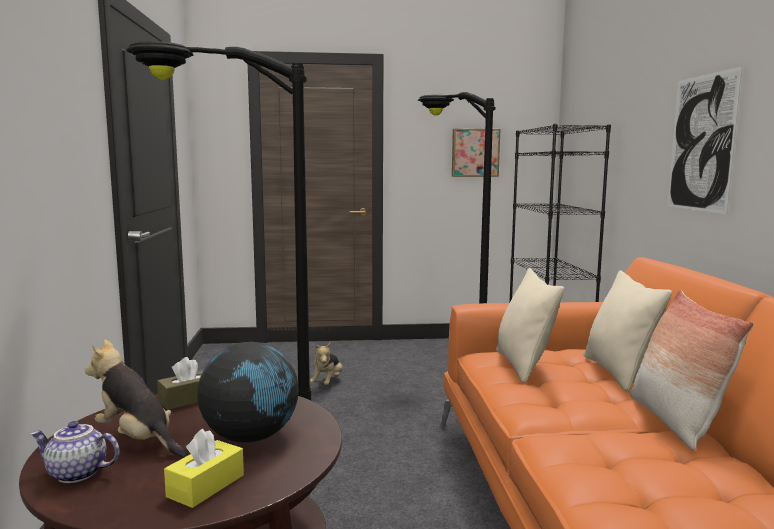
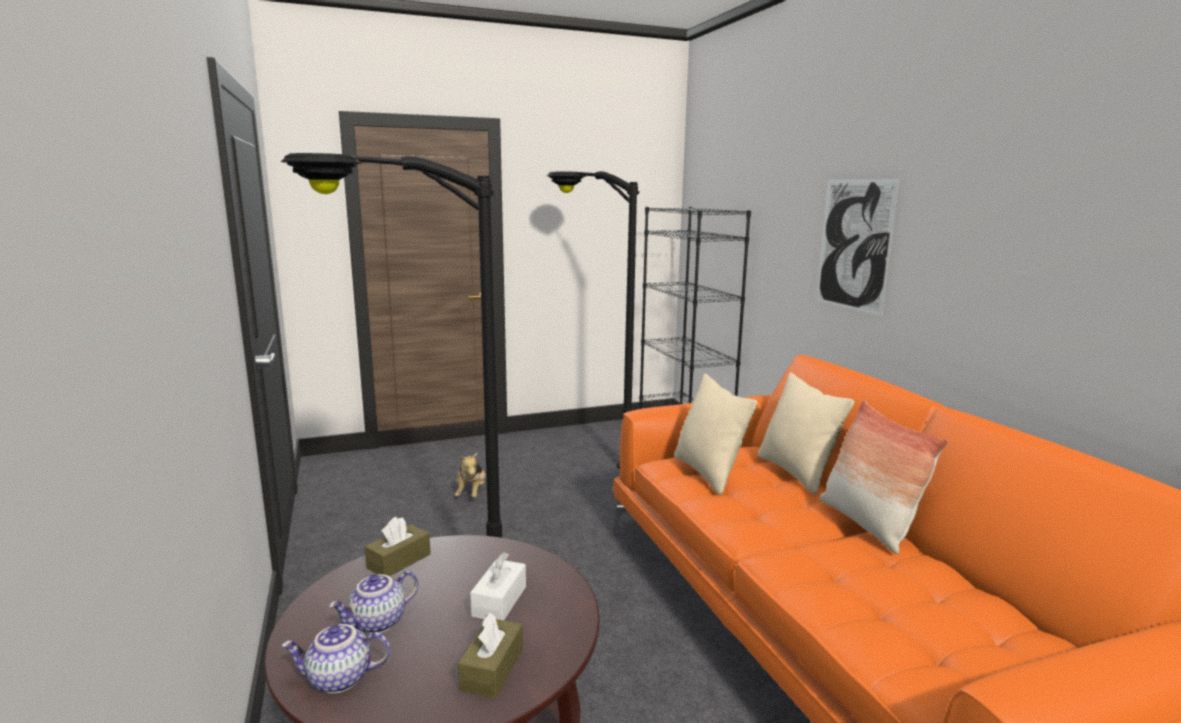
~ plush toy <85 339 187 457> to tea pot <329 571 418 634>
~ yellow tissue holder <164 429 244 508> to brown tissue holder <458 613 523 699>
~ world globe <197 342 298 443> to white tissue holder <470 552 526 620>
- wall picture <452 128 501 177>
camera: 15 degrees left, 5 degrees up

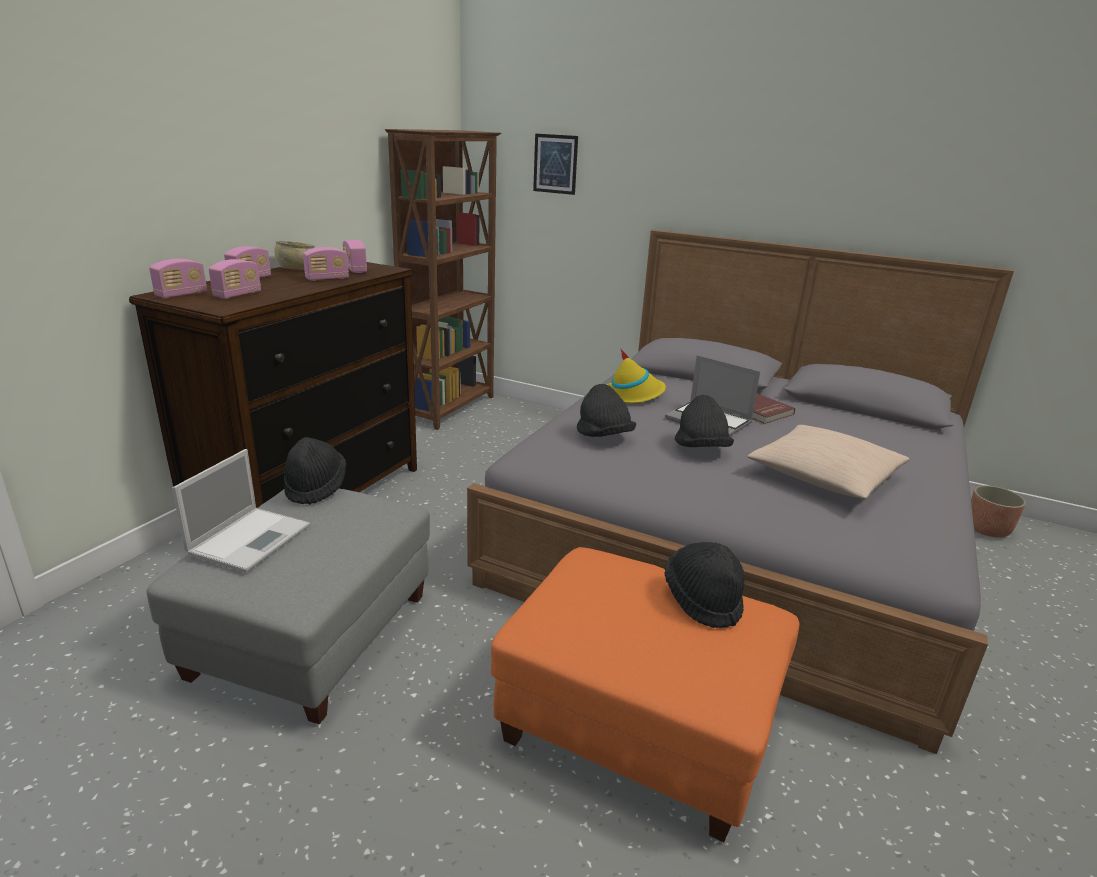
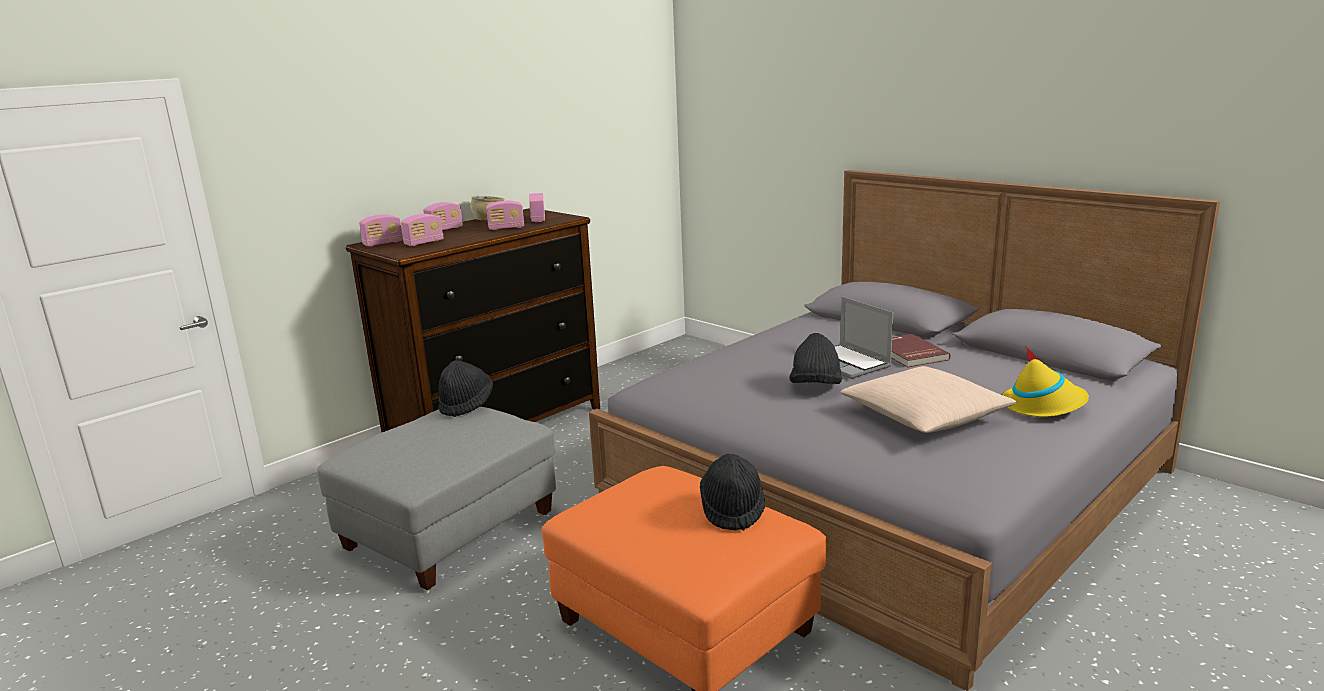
~ yellow wearable hat <607 348 666 403> to <1002 346 1089 417>
- portable computer <172 449 310 573>
- brown bookcase <385 129 502 430>
- wall picture <533 134 578 195>
- black wearable hat <577 384 636 437>
- flower pot <971 485 1026 538>
camera: 20 degrees right, 5 degrees down

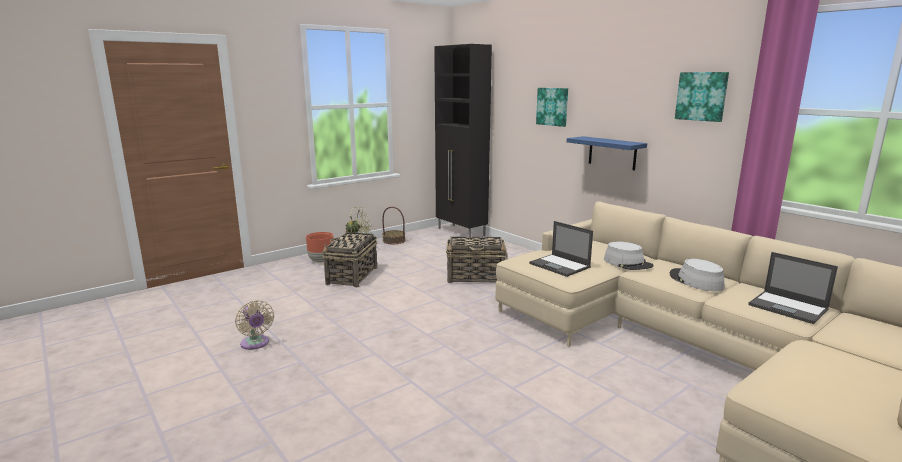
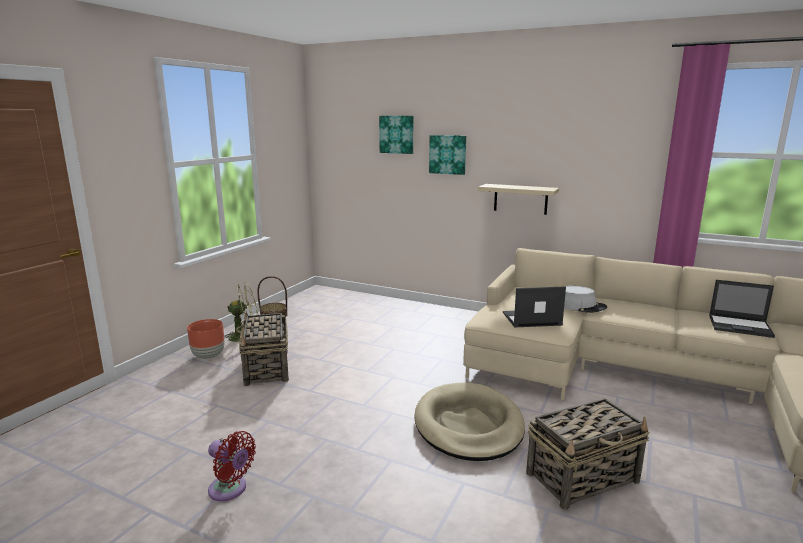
~ beige-coloured electric fan <235 300 274 350> to red electric fan <208 431 256 501>
~ wall picture <675 72 729 122> to <379 116 413 154>
+ beige-coloured pet bed <414 382 525 461>
~ blue-coloured bracket shelf <567 136 647 171> to beige-coloured bracket shelf <478 184 559 215>
~ portable computer <529 221 593 277> = <503 287 566 327> 150 degrees clockwise
~ storage basket <446 237 507 283> to <526 398 650 510>
- black storage cabinet <434 44 492 237>
- greyish wearable hat <670 259 724 291>
camera: 25 degrees left, 0 degrees up

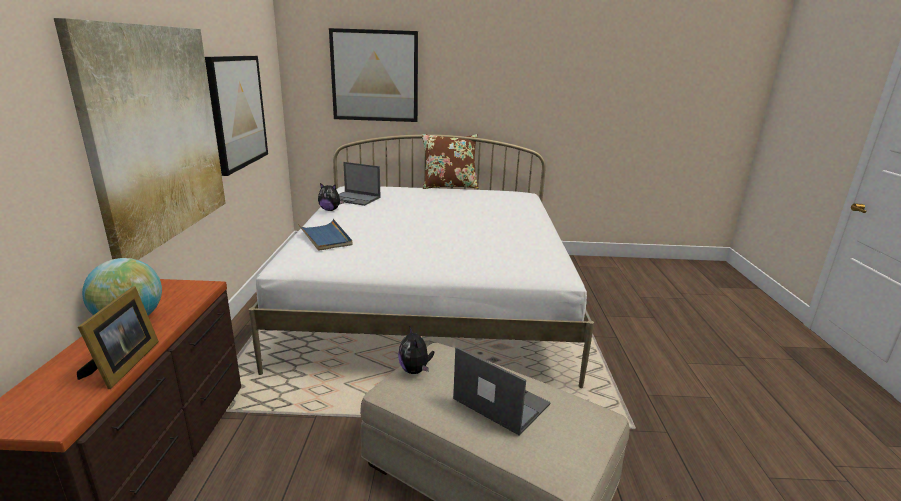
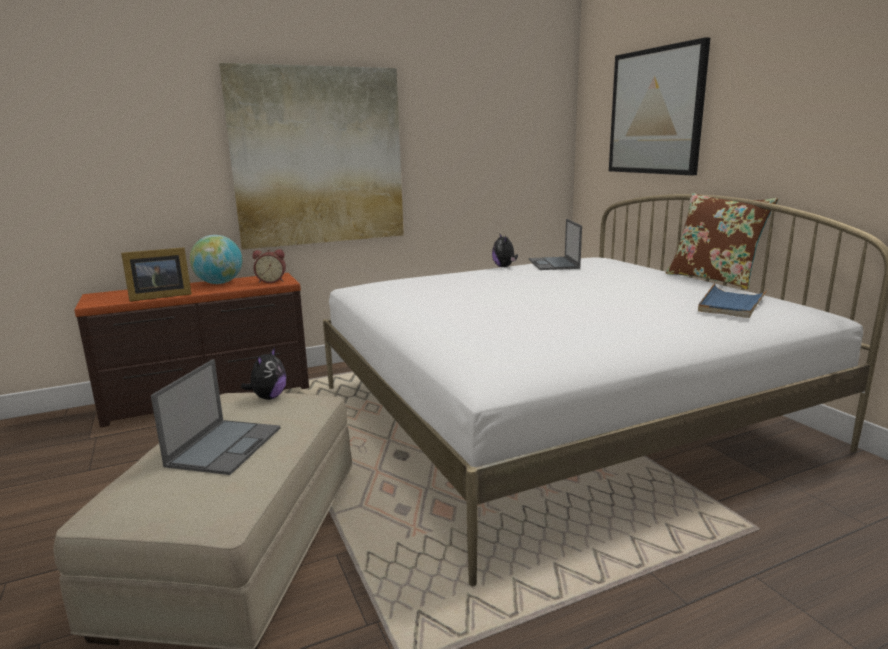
~ plush toy <398 326 434 374> = <241 347 287 400> 150 degrees clockwise
+ table clock <253 249 286 283>
~ blue-coloured tray <298 219 352 251> to <698 283 768 318>
- wall picture <205 56 268 176>
camera: 65 degrees right, 5 degrees down

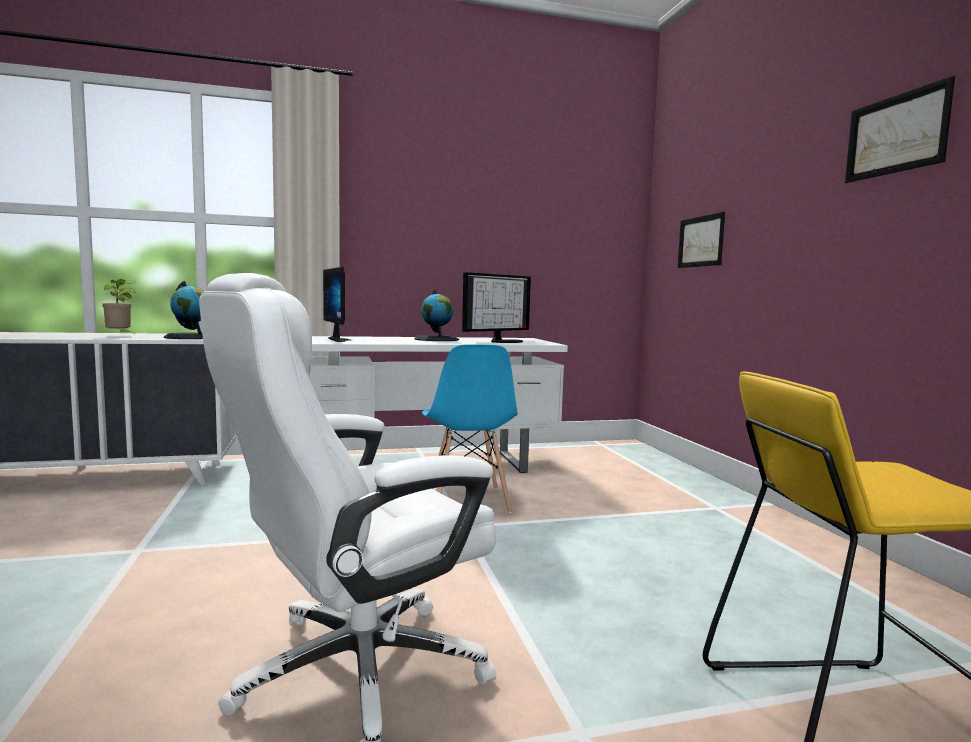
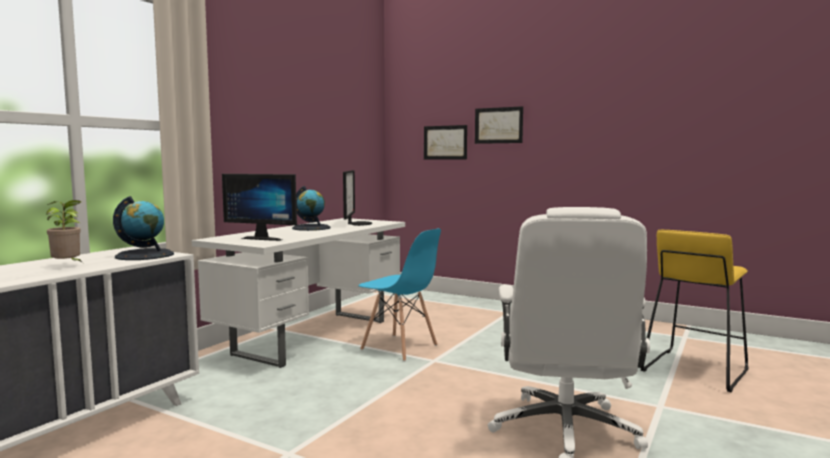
~ wall picture <845 76 955 183> to <475 106 523 144>
camera: 45 degrees left, 0 degrees up

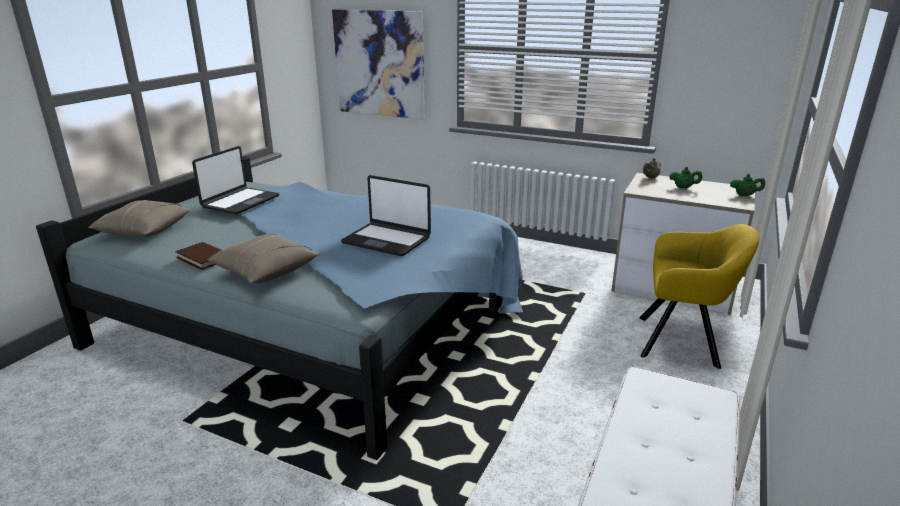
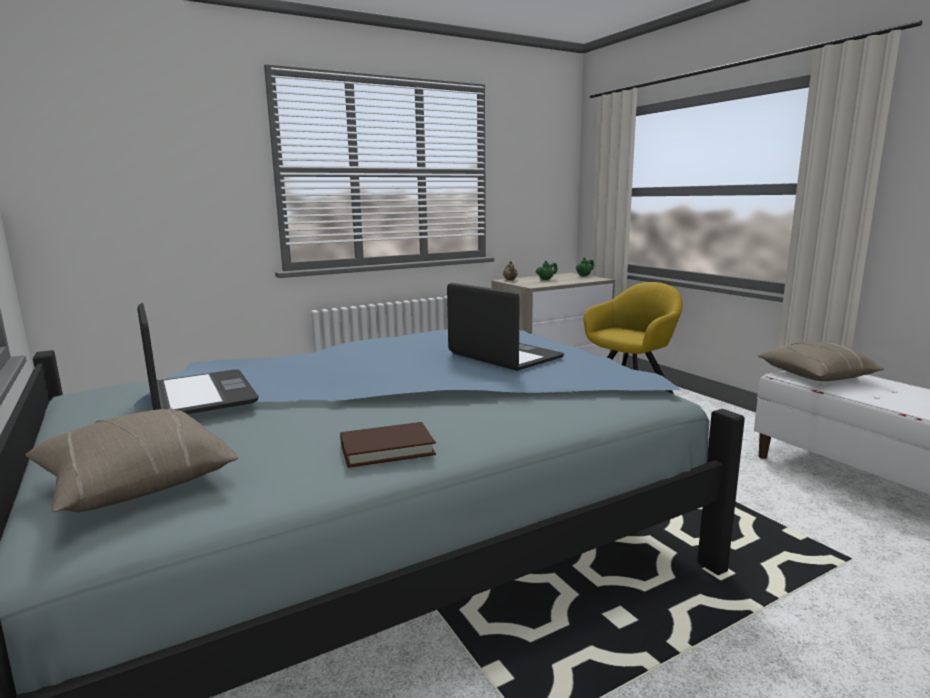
~ portable computer <341 175 431 256> = <447 283 564 371> 105 degrees counterclockwise
~ beige-coloured throw pillow <207 234 320 283> to <757 342 884 381>
- wall picture <332 9 425 119>
camera: 55 degrees left, 10 degrees down

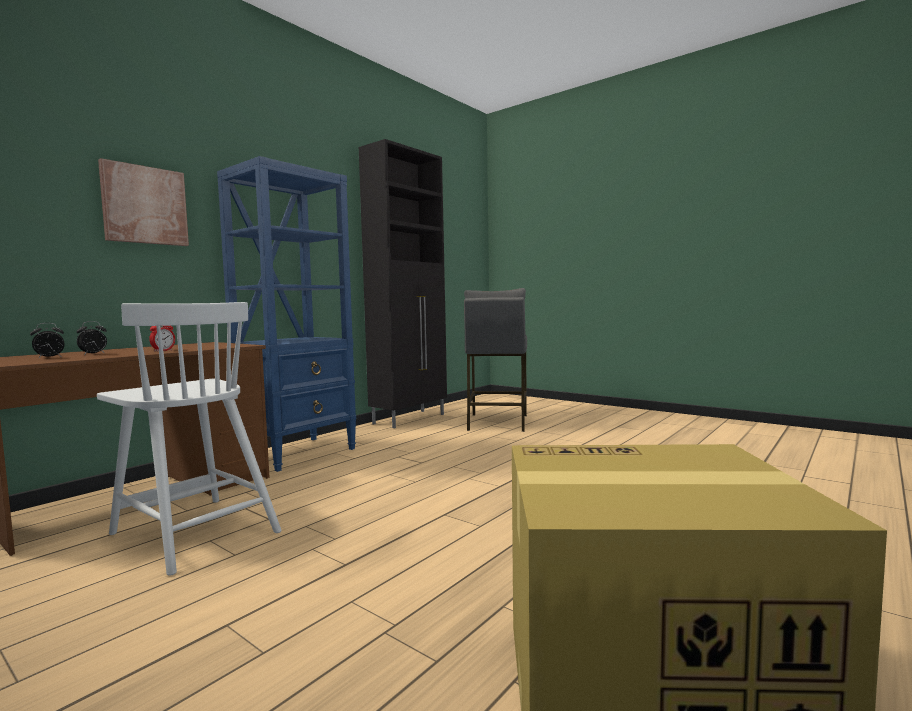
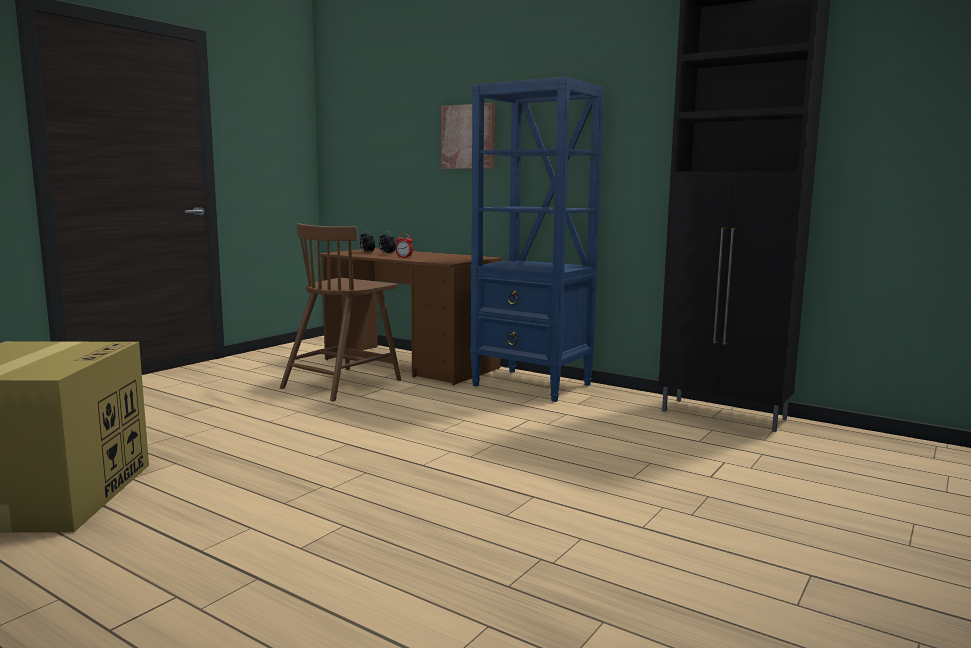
~ white plain chair <97 302 281 576> to brown plain chair <280 223 401 401>
- greyish stool seat <464 288 527 432>
camera: 85 degrees right, 5 degrees up

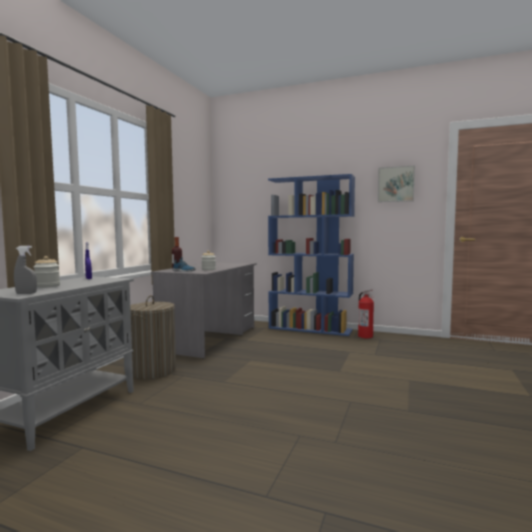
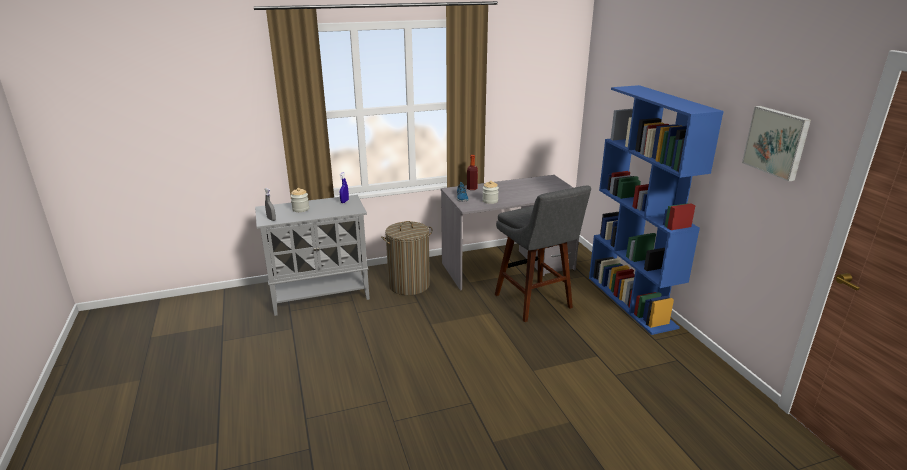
+ greyish stool seat <495 186 591 322>
- fire-fighting cylinder <358 290 374 339>
camera: 50 degrees right, 20 degrees up

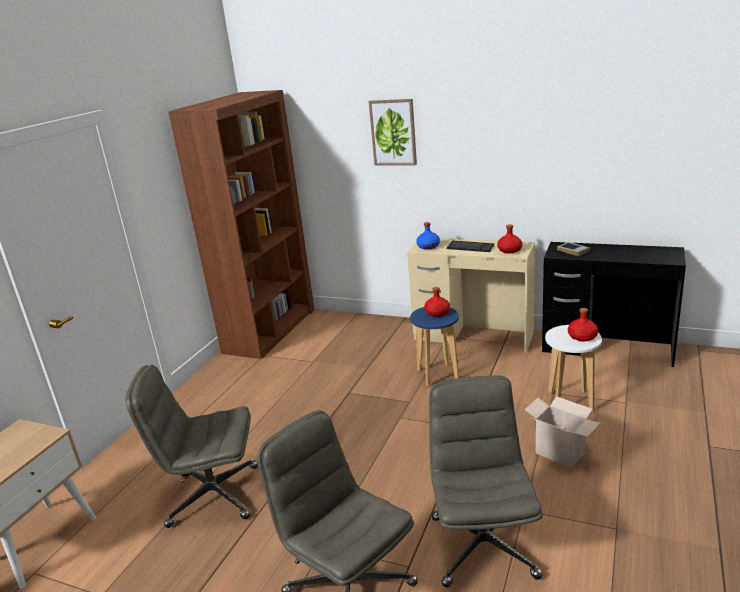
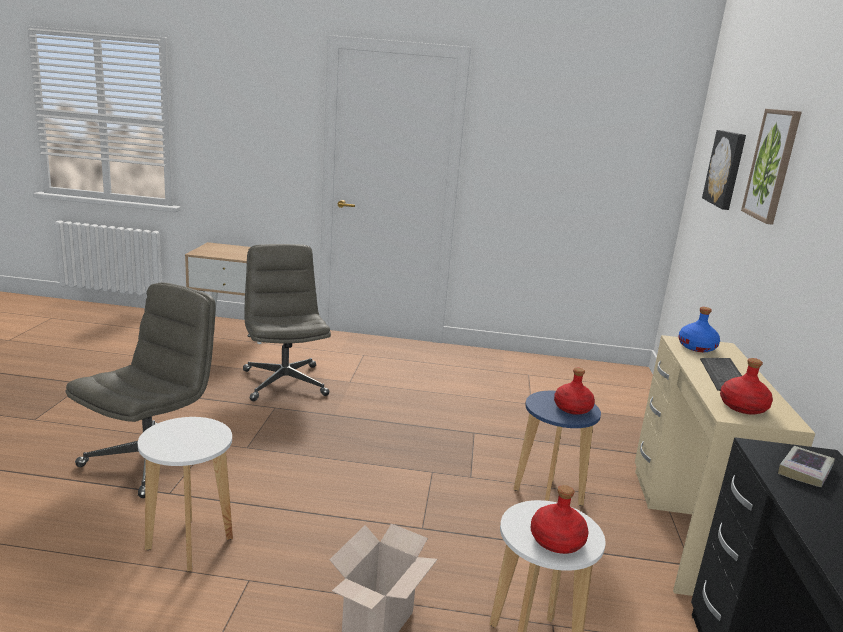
~ greyish computer chair <429 375 543 587> to white stool seat <138 417 233 571>
+ wall picture <702 130 746 210>
- brown bookcase <168 90 314 359>
camera: 70 degrees right, 5 degrees down

